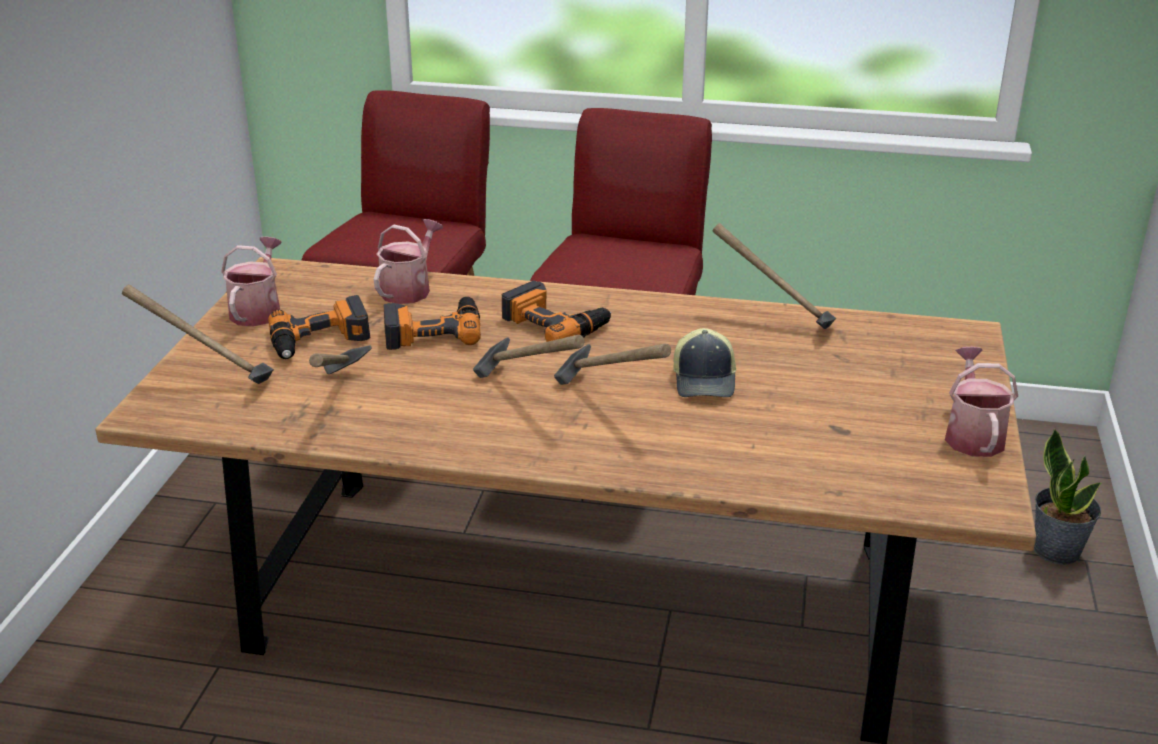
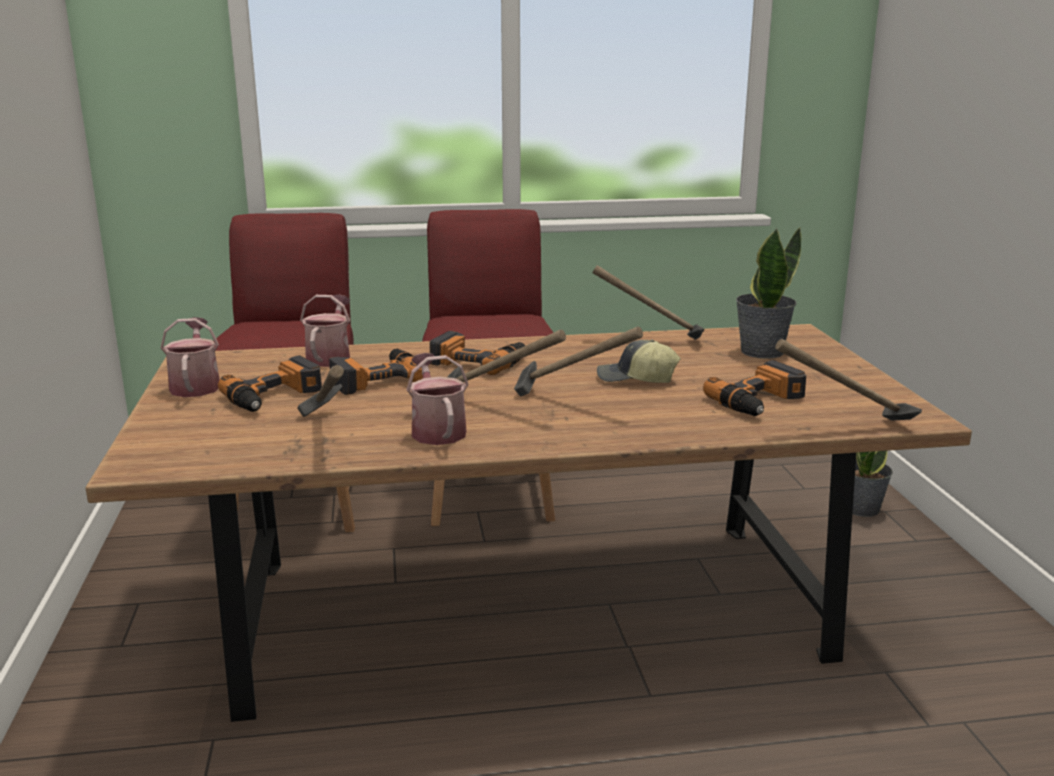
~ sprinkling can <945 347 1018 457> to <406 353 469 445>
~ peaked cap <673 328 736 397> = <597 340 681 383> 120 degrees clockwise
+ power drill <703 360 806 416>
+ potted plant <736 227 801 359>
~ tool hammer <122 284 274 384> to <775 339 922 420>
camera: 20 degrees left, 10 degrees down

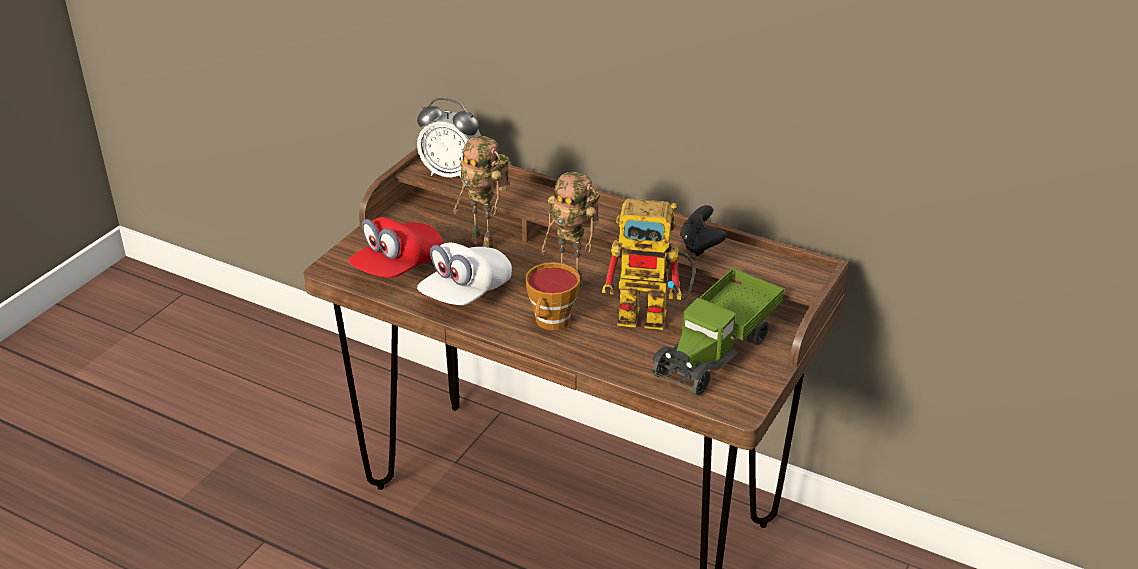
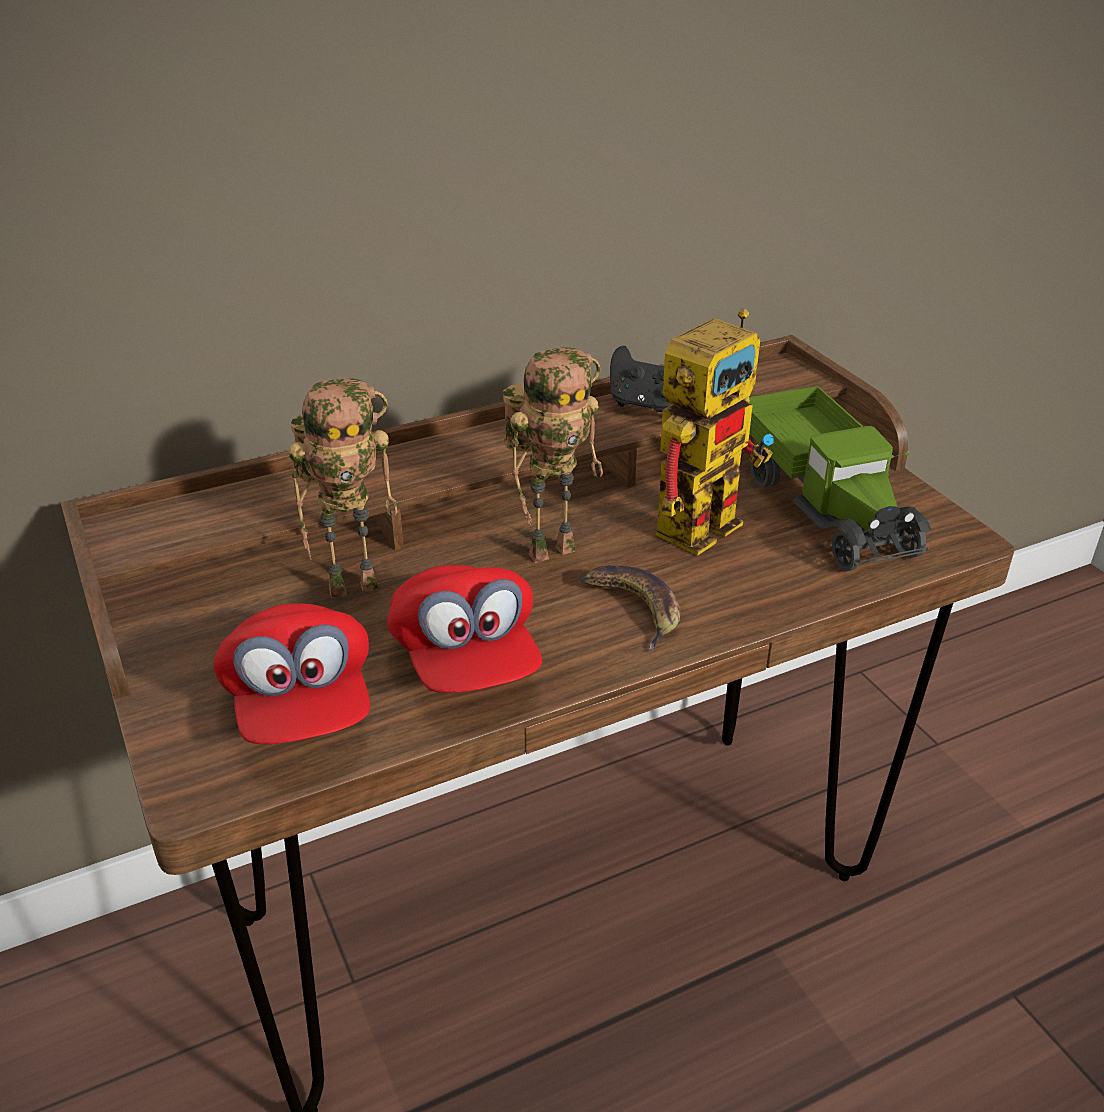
~ white peaked cap <417 243 512 305> to red peaked cap <387 565 542 693>
~ small cup <525 262 580 330> to whole banana <580 565 681 651>
- table clock <417 98 481 178>
camera: 55 degrees left, 0 degrees up

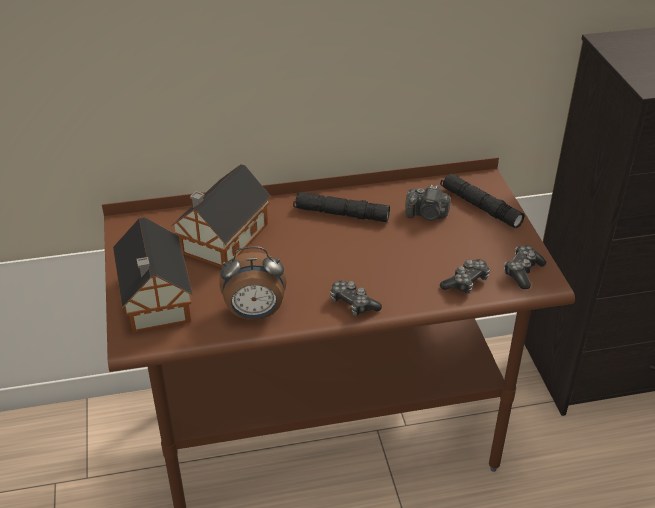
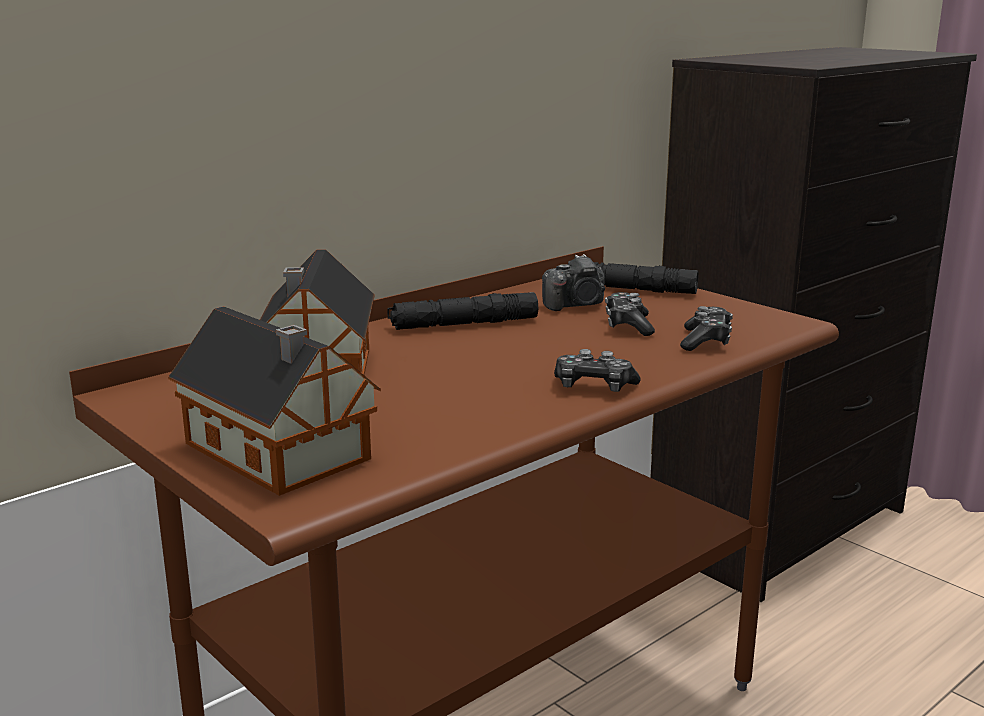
~ gamepad <504 245 546 289> to <605 292 655 336>
- table clock <219 246 287 320>
camera: 30 degrees left, 20 degrees down

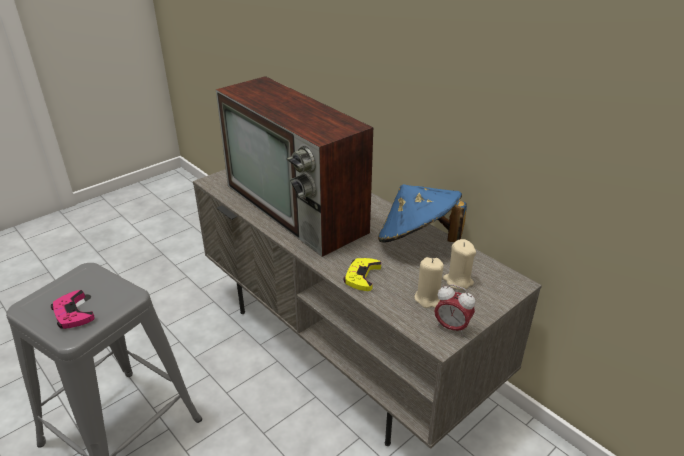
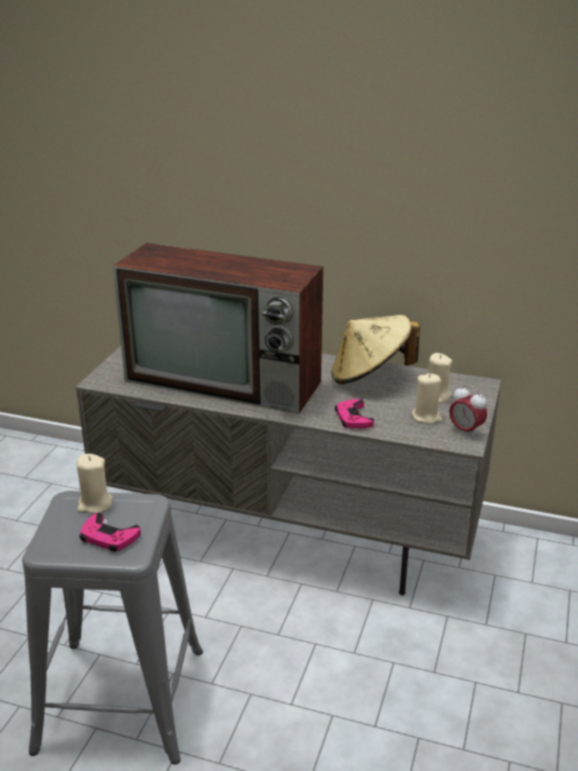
+ beige-coloured wax candle <77 454 113 514>
~ blue-coloured wearable hat <378 184 467 243> to beige-coloured wearable hat <331 315 420 384>
~ yellow gamepad <344 258 381 291> to pinkish gamepad <335 399 374 428>
~ table clock <434 284 475 336> = <449 385 487 438> 45 degrees clockwise
camera: 30 degrees left, 5 degrees down

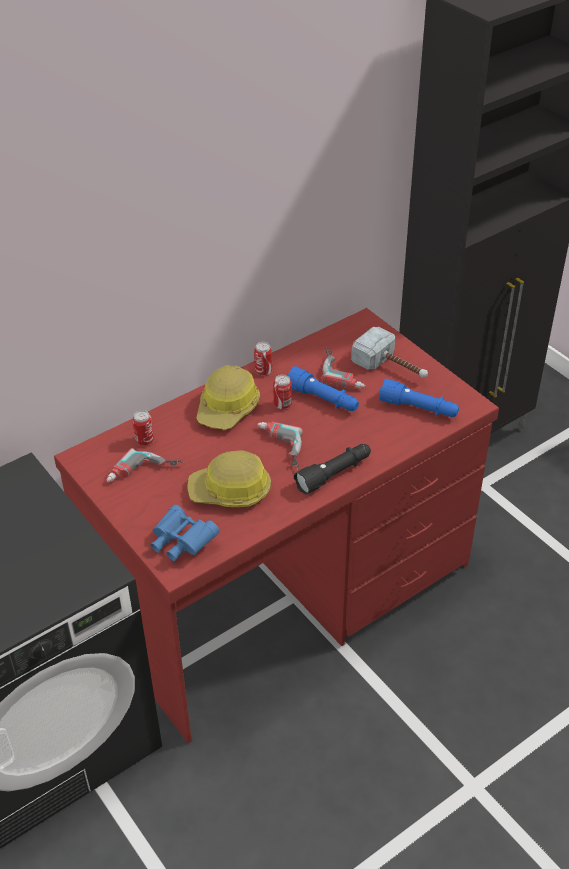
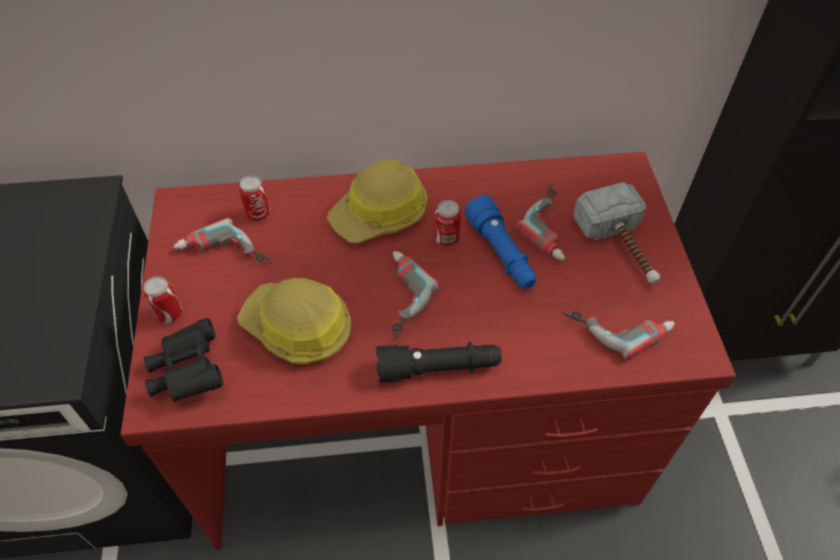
~ can <254 342 272 376> to <143 276 182 324>
~ blue-coloured field glasses <150 505 220 561> to black field glasses <144 318 223 402>
~ blue-coloured torch <379 379 459 417> to power drill <562 311 675 361>
camera: 30 degrees right, 10 degrees up

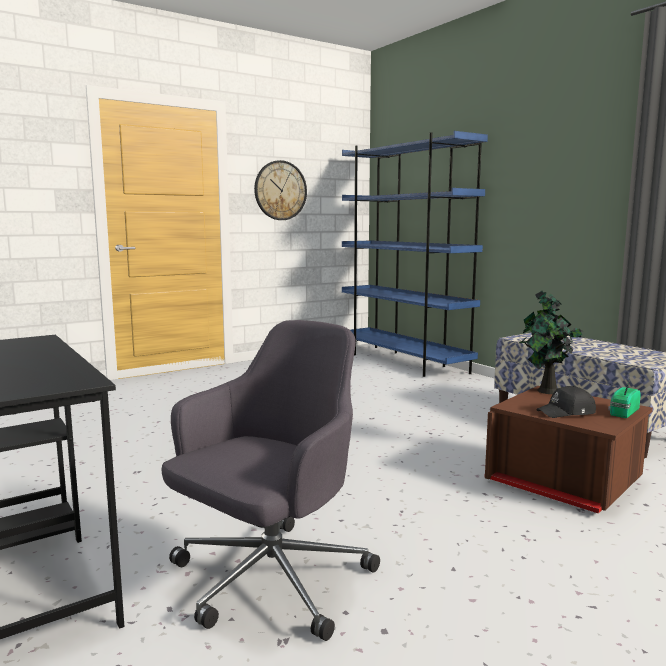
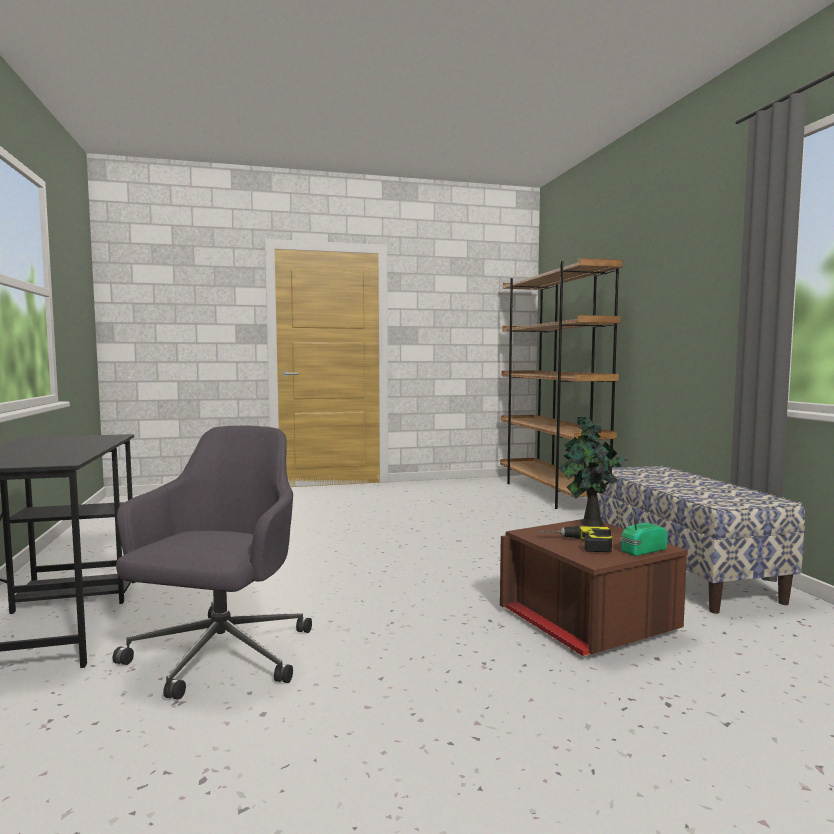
~ greyish computer chair <161 320 380 641> = <113 426 312 700> 45 degrees counterclockwise
~ blue-coloured bookcase <342 131 488 377> to brown bookcase <500 258 623 509>
~ black peaked cap <536 386 596 418> to power drill <538 526 613 552>
- wall clock <254 160 307 220>
camera: 20 degrees right, 5 degrees down

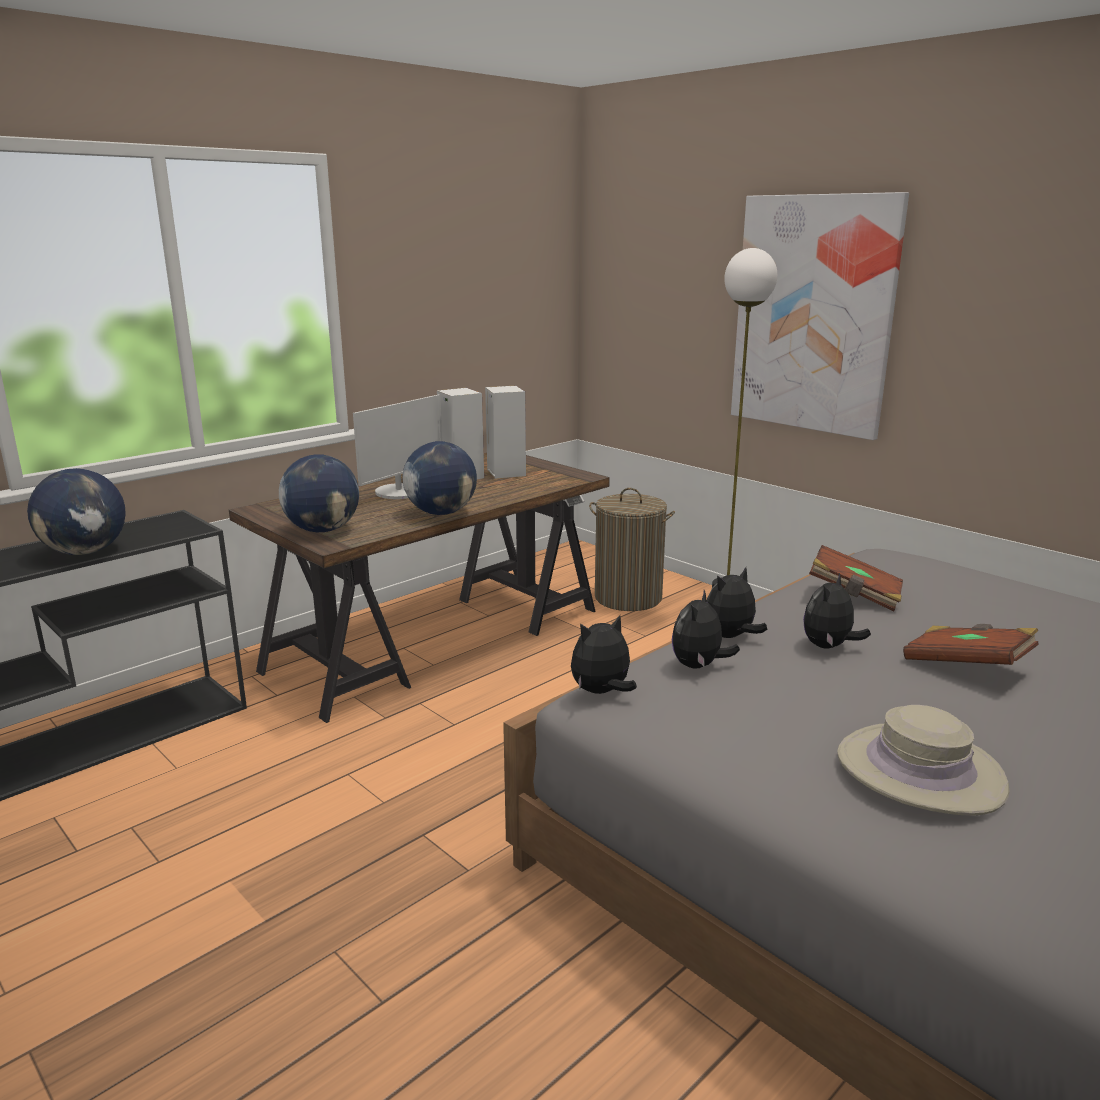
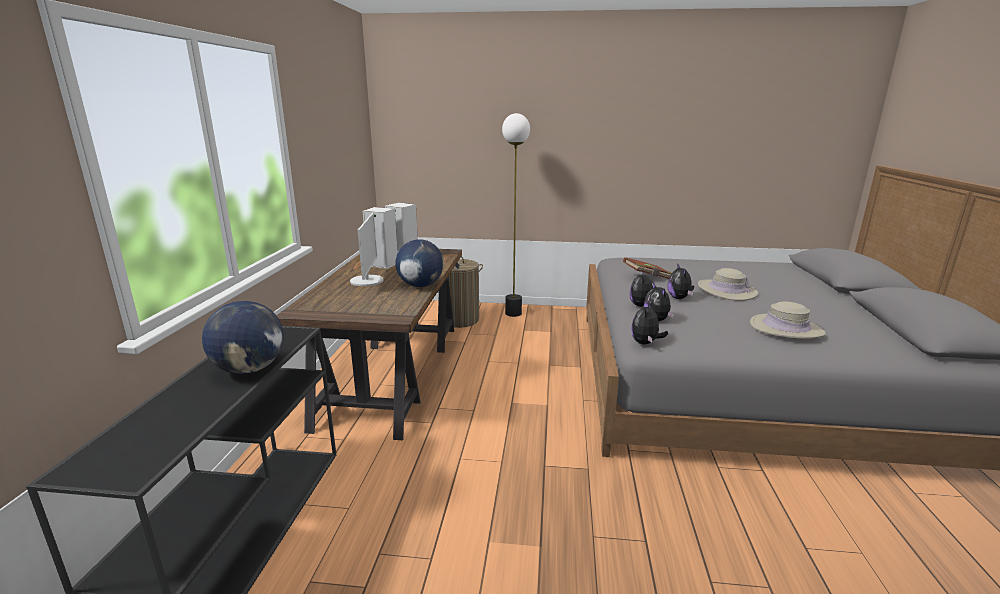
~ brown book <903 624 1039 665> to beige-coloured wearable hat <698 268 758 301>
- world globe <279 454 359 532>
- wall picture <731 192 909 440>
camera: 40 degrees left, 0 degrees up

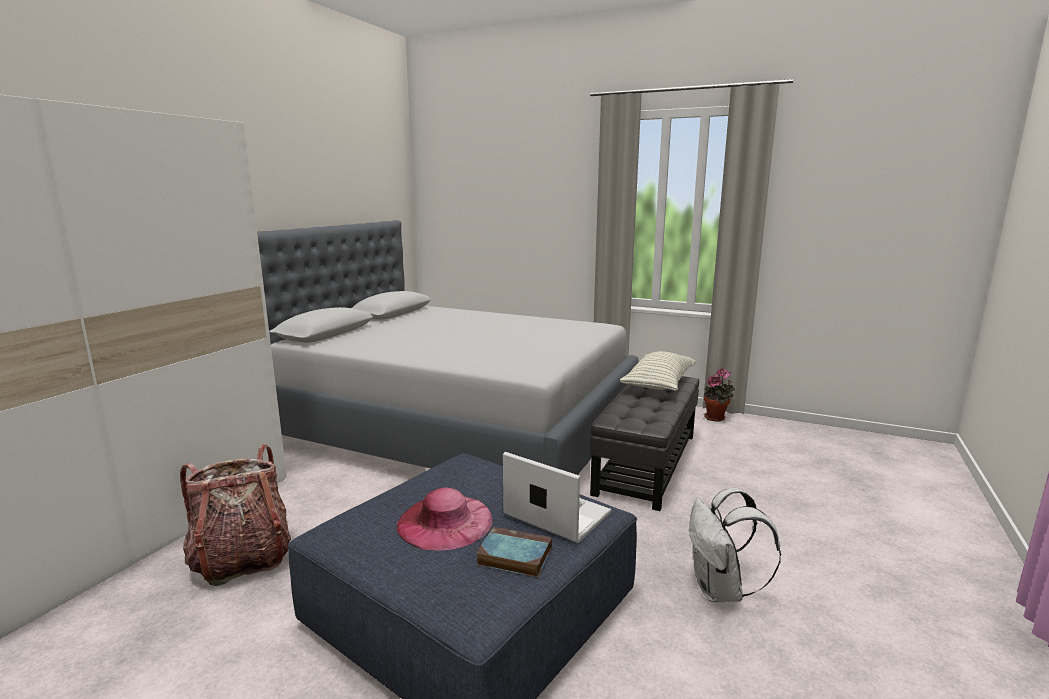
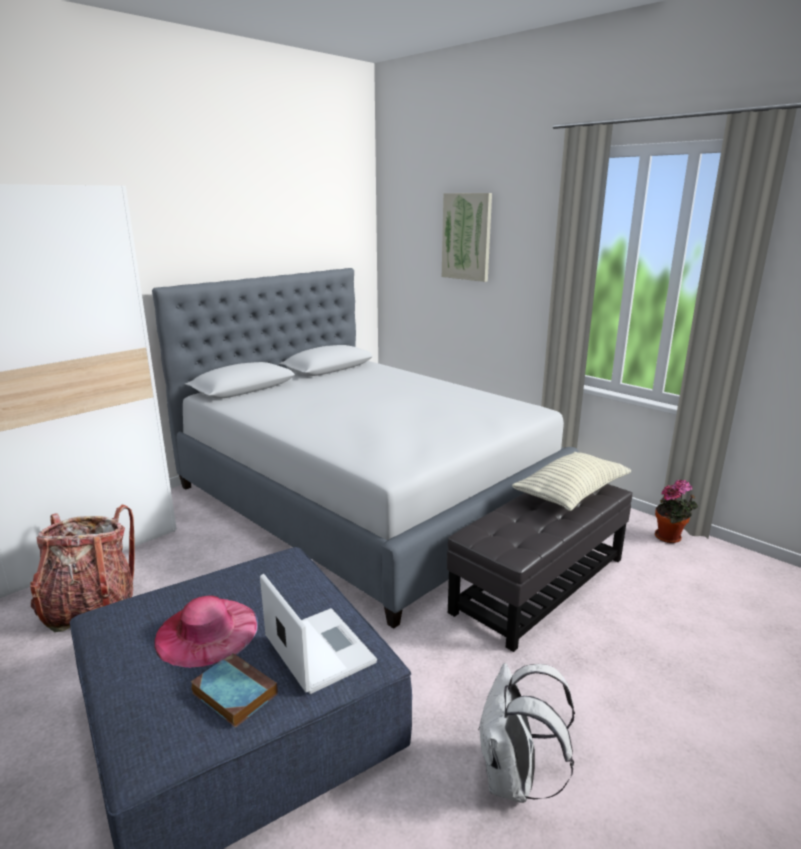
+ wall picture <442 193 492 282>
camera: 20 degrees right, 5 degrees up

